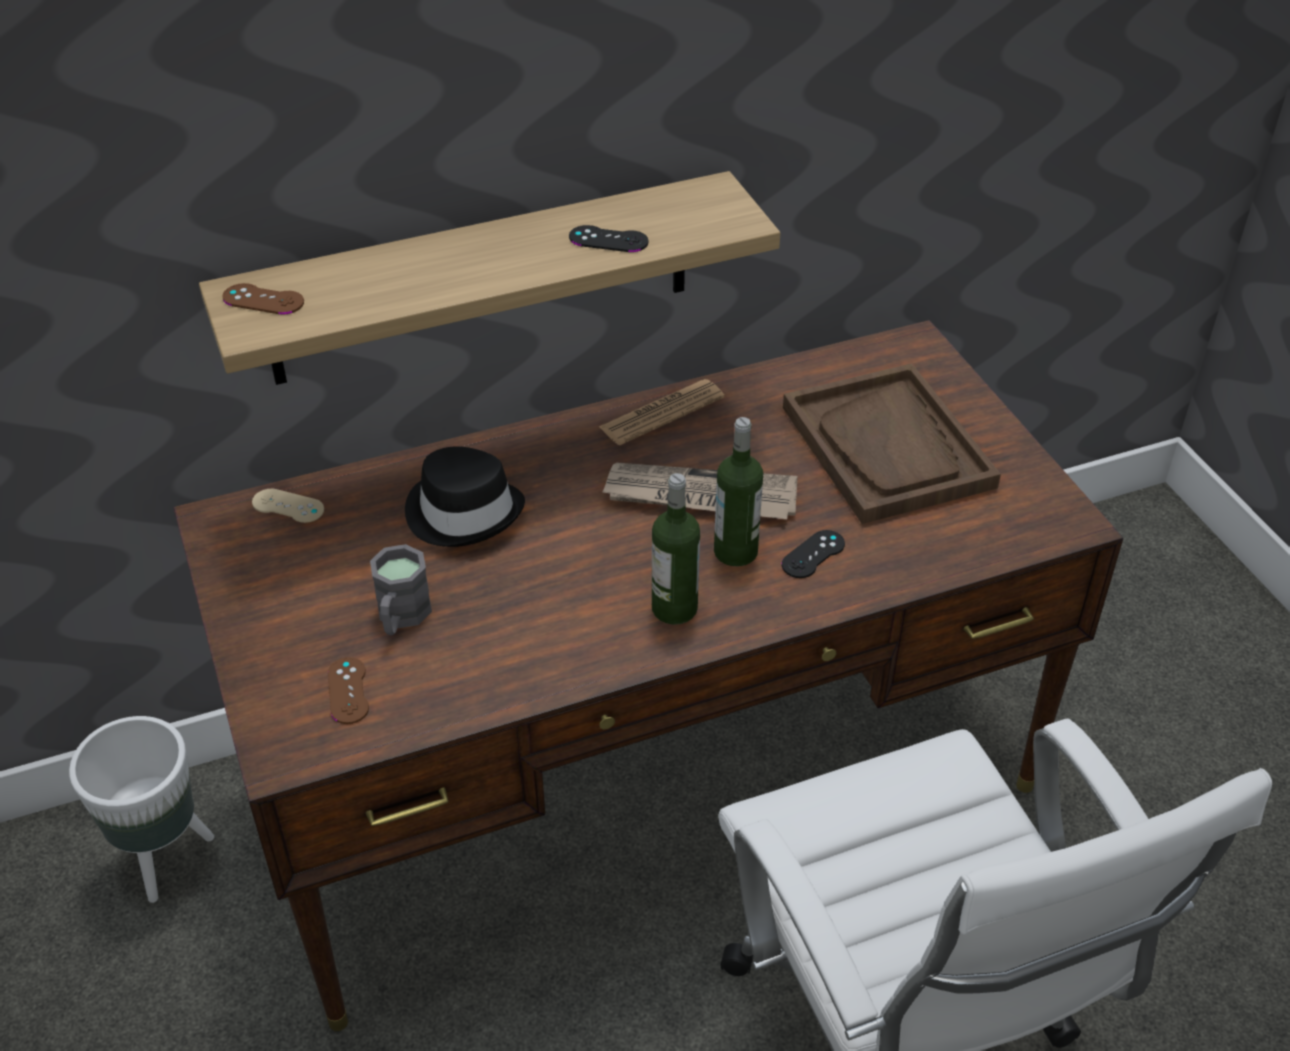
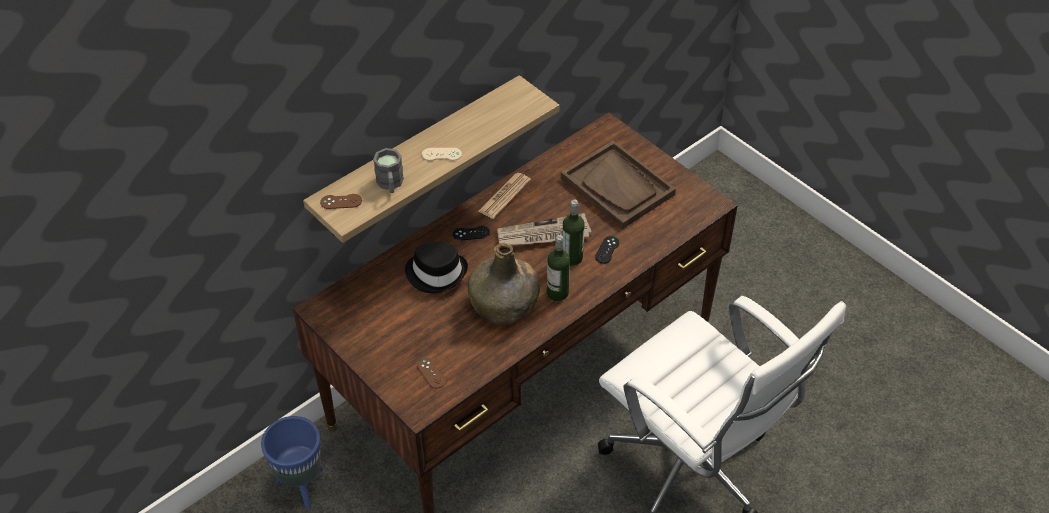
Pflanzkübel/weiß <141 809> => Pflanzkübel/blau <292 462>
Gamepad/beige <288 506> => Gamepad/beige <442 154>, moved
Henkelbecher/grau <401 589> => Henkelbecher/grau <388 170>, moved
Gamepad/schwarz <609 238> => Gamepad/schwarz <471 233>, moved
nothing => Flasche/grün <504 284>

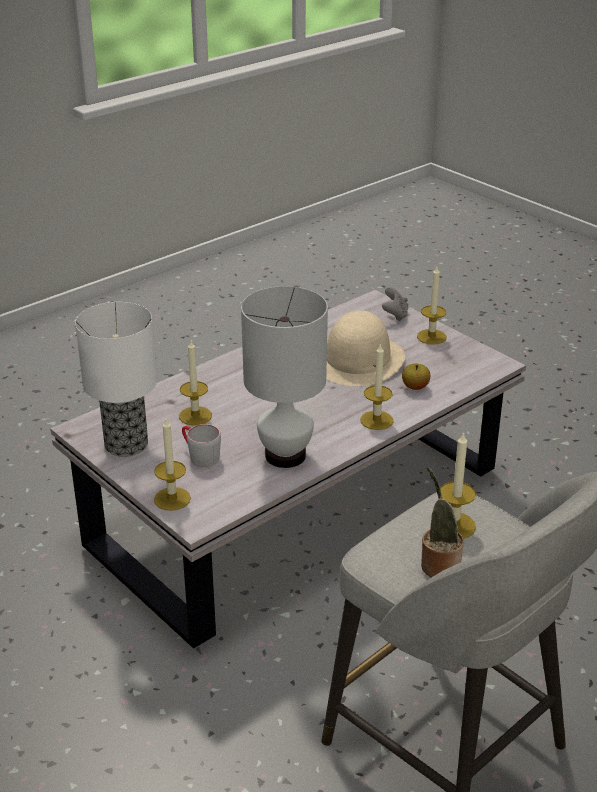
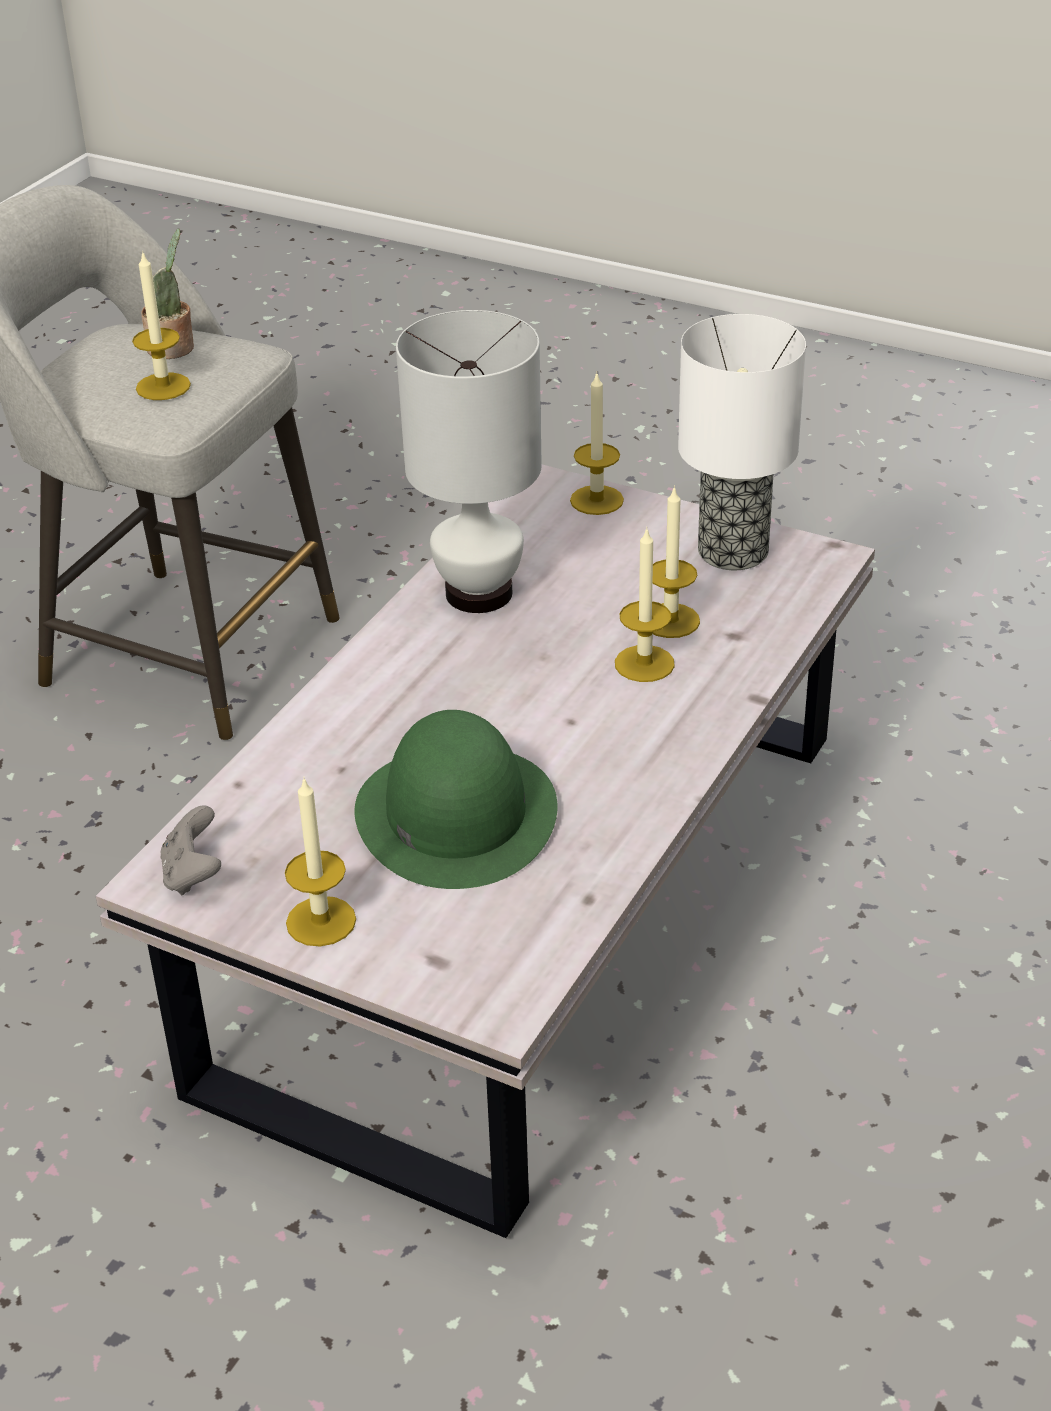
Henkelbecher/grau <201 445> => nothing
Hut/beige <365 348> => Hut/grün <456 799>
Kerze <377 386> => Kerze <645 604>, moved
Gamepad/grau <395 304> => Gamepad/grau <190 850>, moved
Apfel <416 377> => nothing

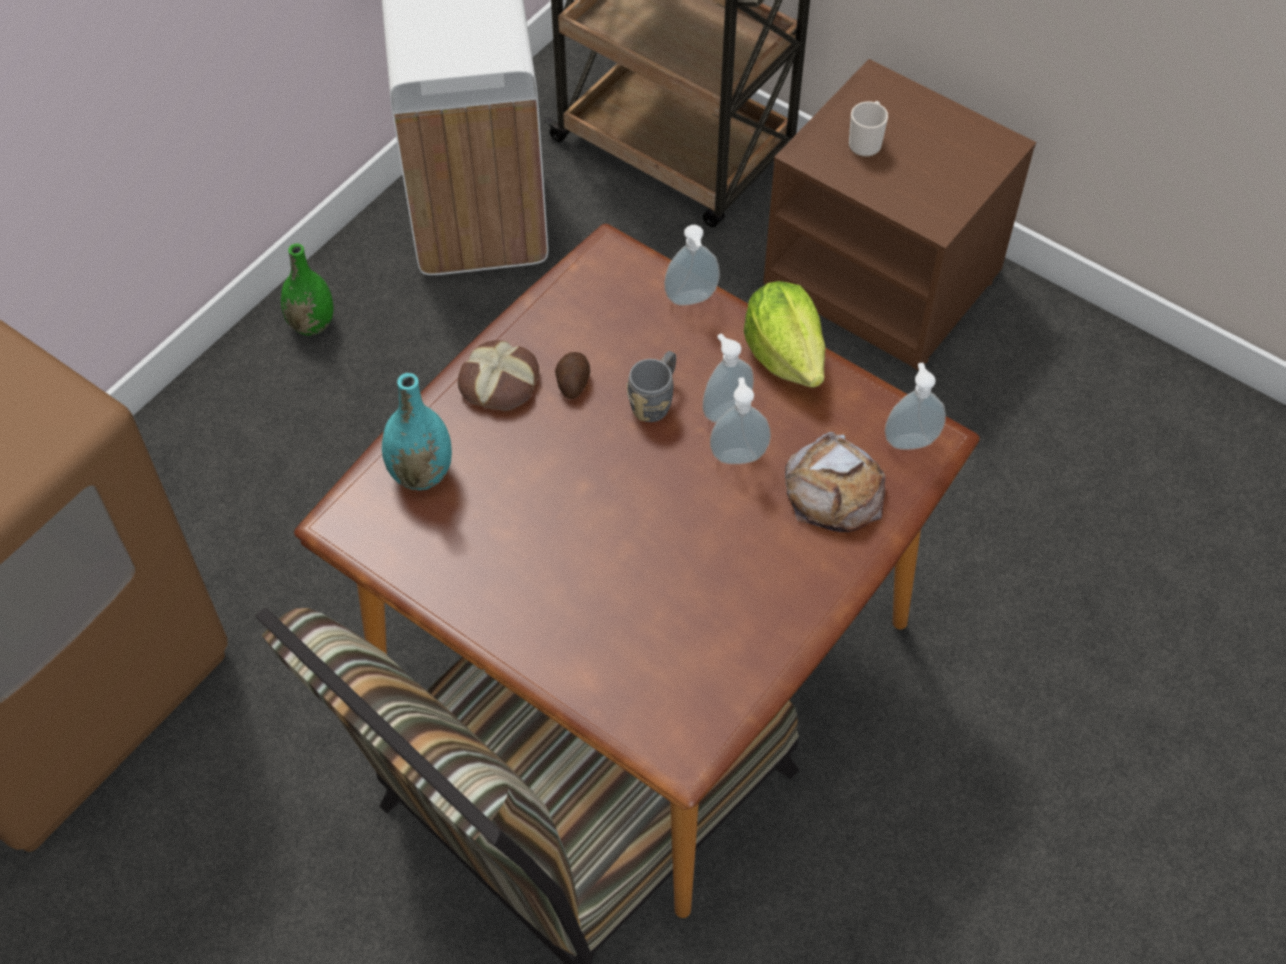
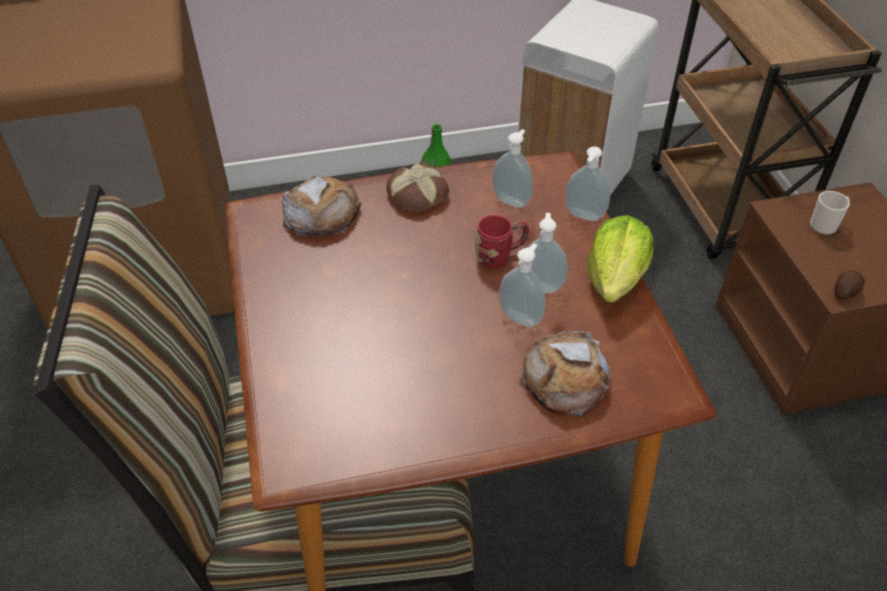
Vase/türkis <417 431> => Brot <321 205>
Kartoffel <572 375> => Kartoffel <849 285>, moved
Henkelbecher/grau <651 386> => Henkelbecher/rot <502 241>
Seifenspender <915 406> => Seifenspender <512 168>, moved

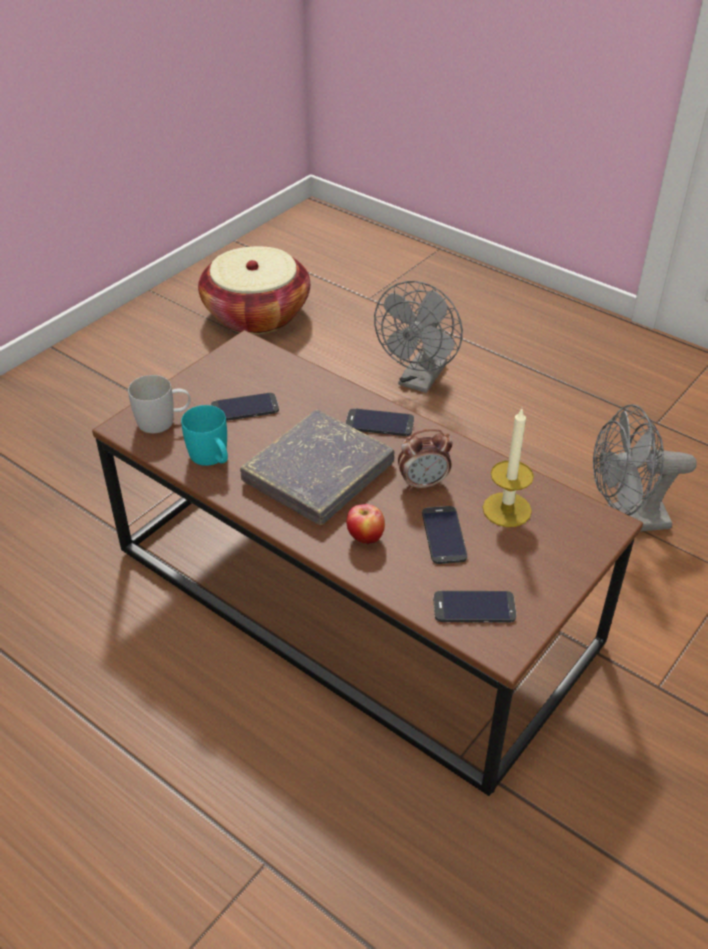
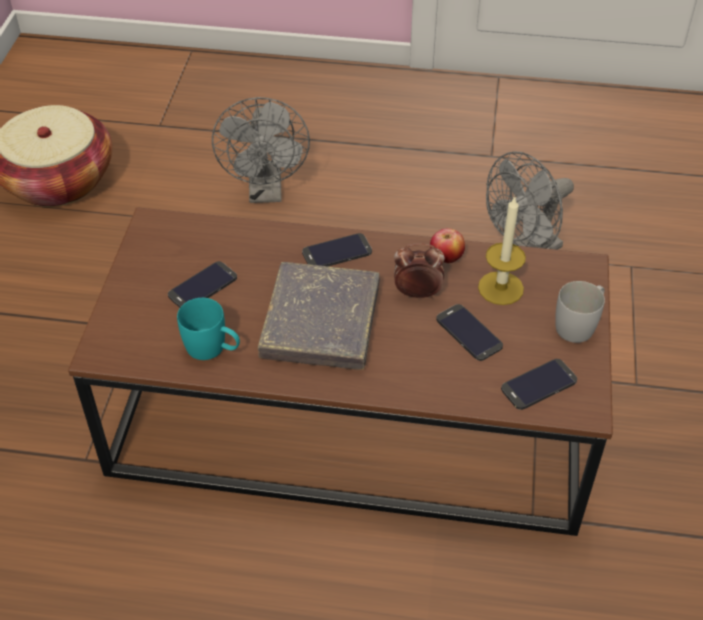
Henkelbecher/weiß <159 404> => Henkelbecher/weiß <580 312>, moved
Apfel <366 524> => Apfel <447 245>, moved
Wecker <425 460> => Wecker <419 271>, 135 degrees counterclockwise

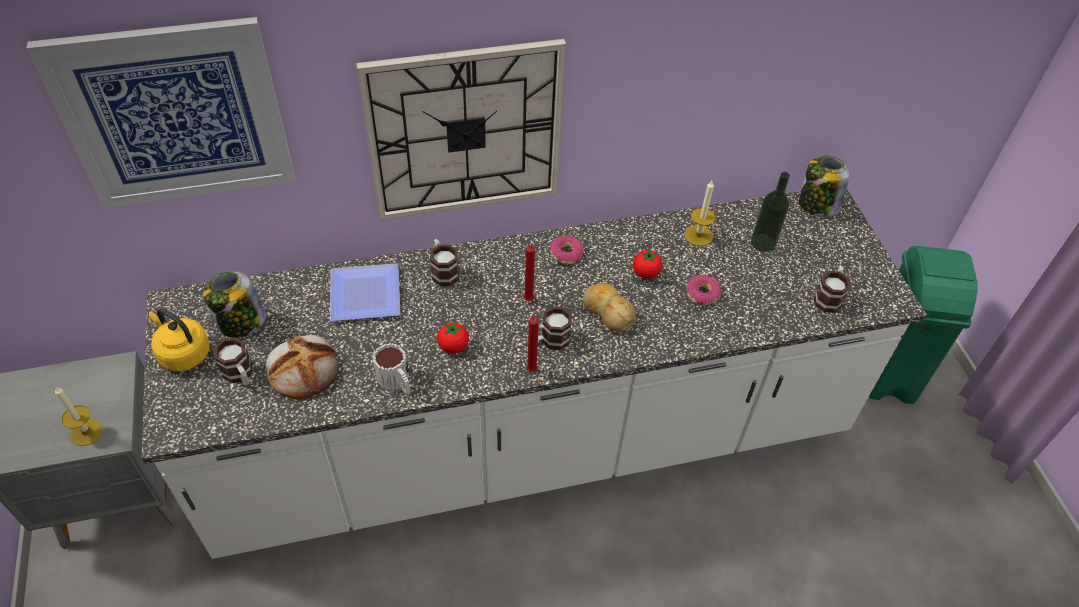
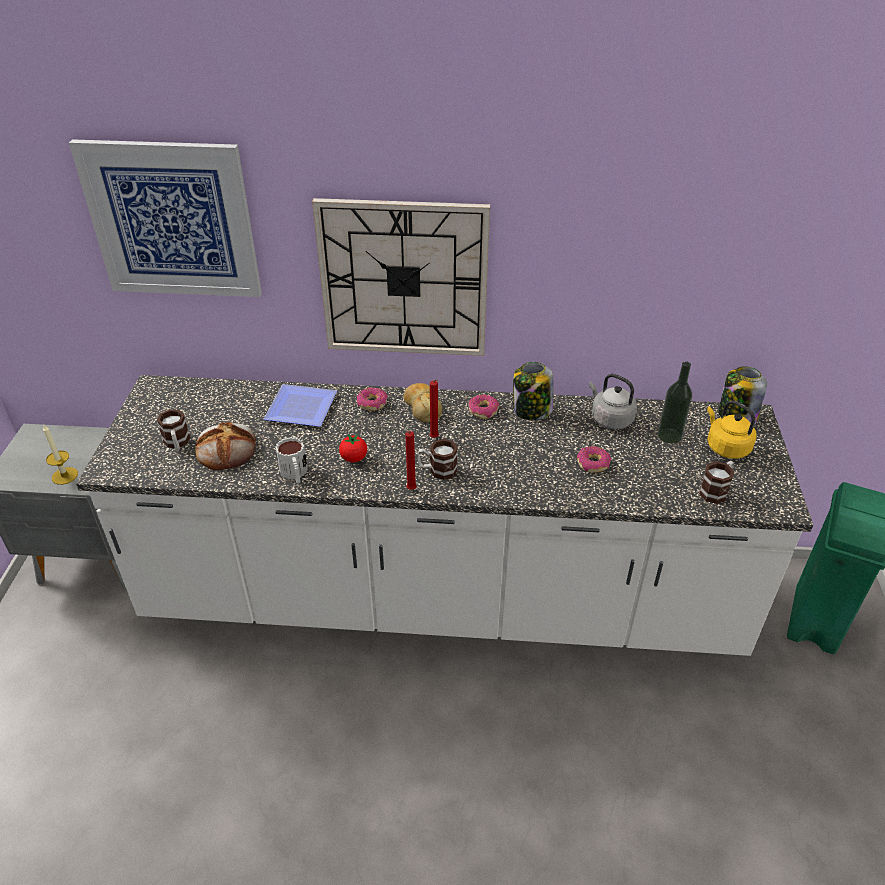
Wasserkessel/gelb <179 339> => Wasserkessel/gelb <732 429>, moved
Vorratsglas <234 305> => Vorratsglas <533 391>, moved
Henkelbecher <444 262> => Donut <372 399>
Brot <609 307> => Brot <423 403>, moved
Tomate <648 263> => nothing
Kerze <700 213> => Wasserkessel/grau <613 401>

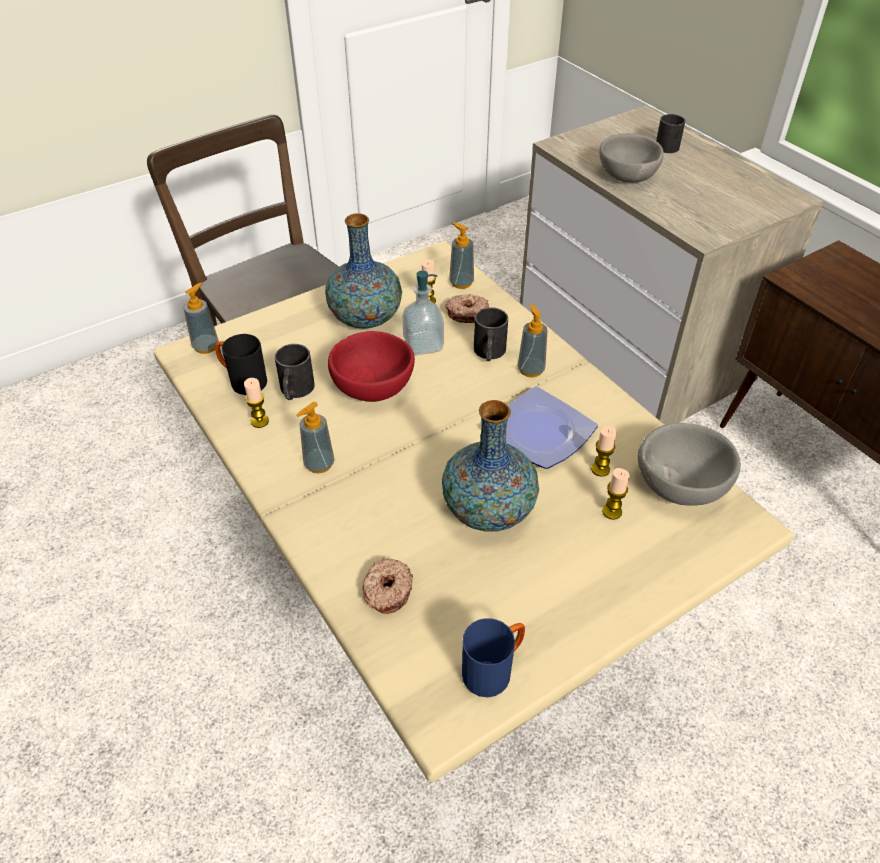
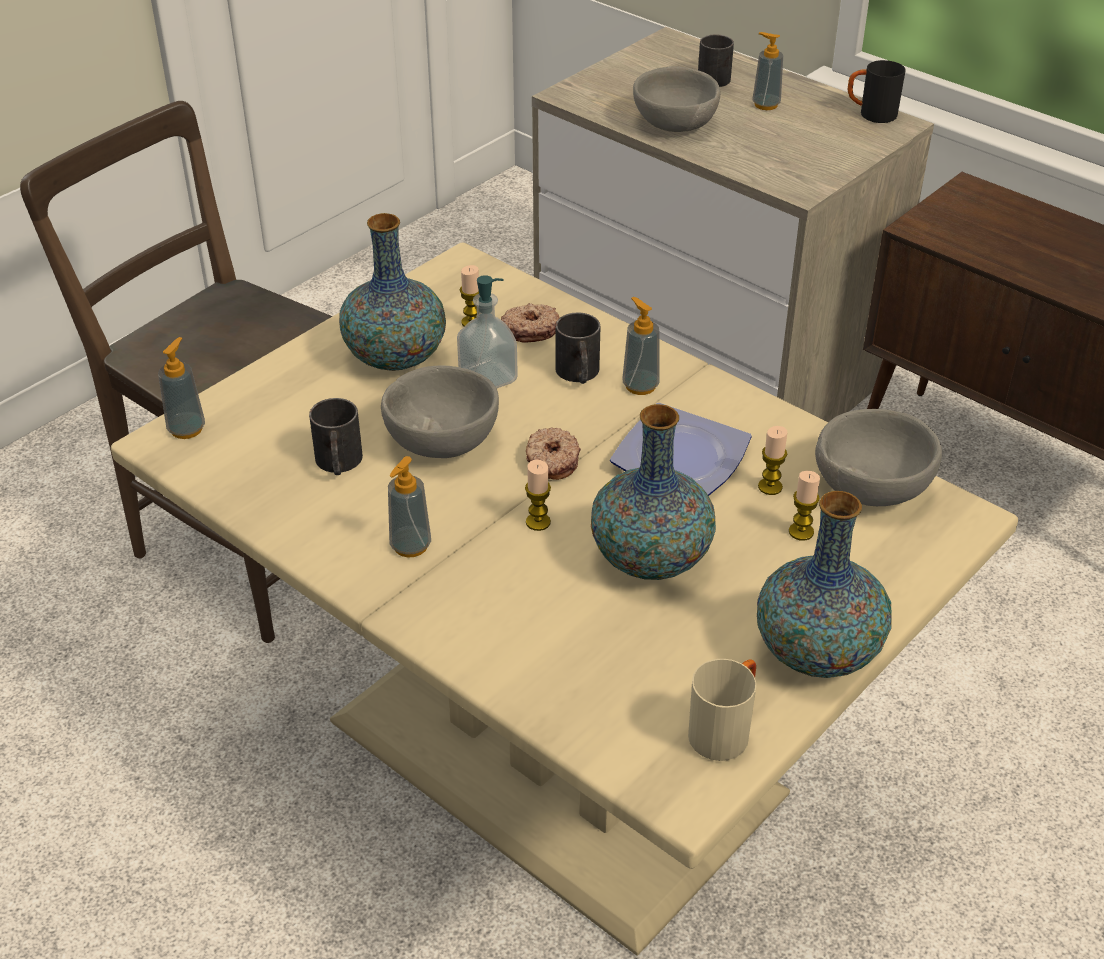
Henkelbecher/schwarz <241 364> => Henkelbecher/schwarz <877 91>, moved
Kerze <256 403> => Kerze <538 495>, moved
Schüssel/rot <371 366> => Schüssel/grau <440 411>
Donut <387 586> => Donut <553 453>, moved
Seifenspender <461 255> => Seifenspender <767 71>, moved
Henkelbecher/blau <493 657> => Henkelbecher/beige <722 710>
nothing => Vase <824 584>

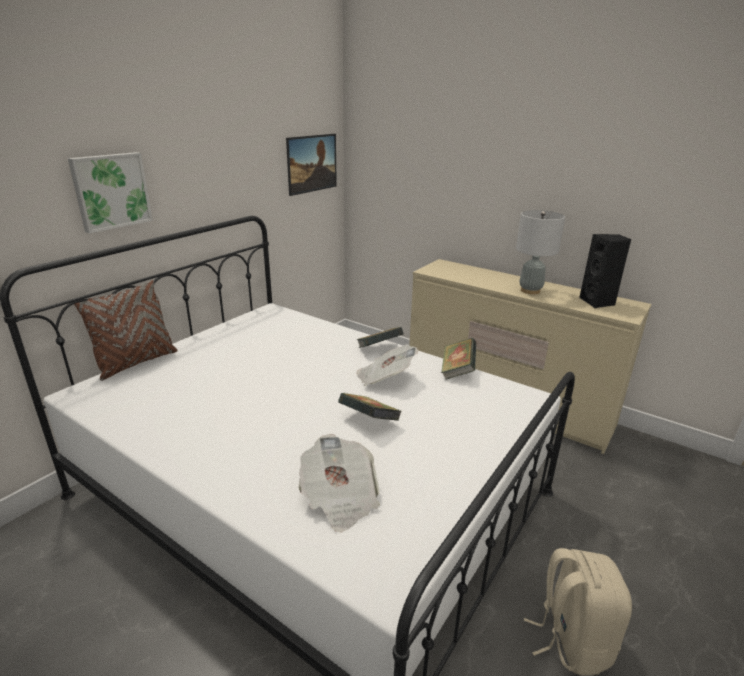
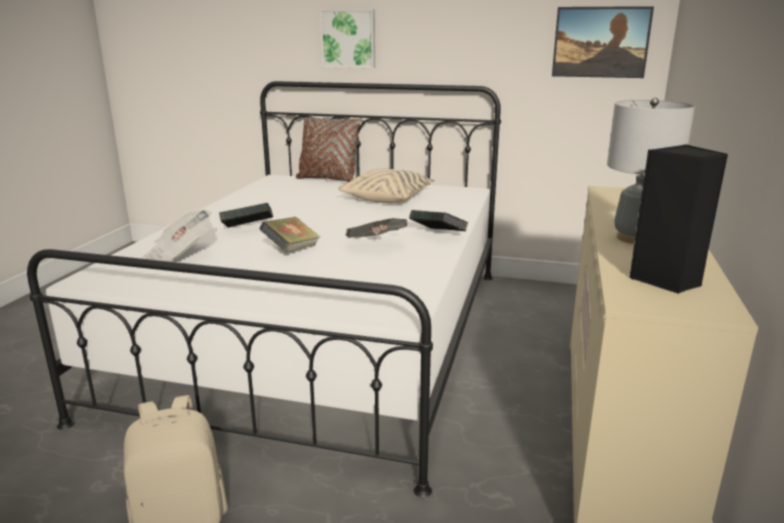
Buch <458 359> => Buch <246 215>, moved
nothing => Kissen/beige <386 185>

